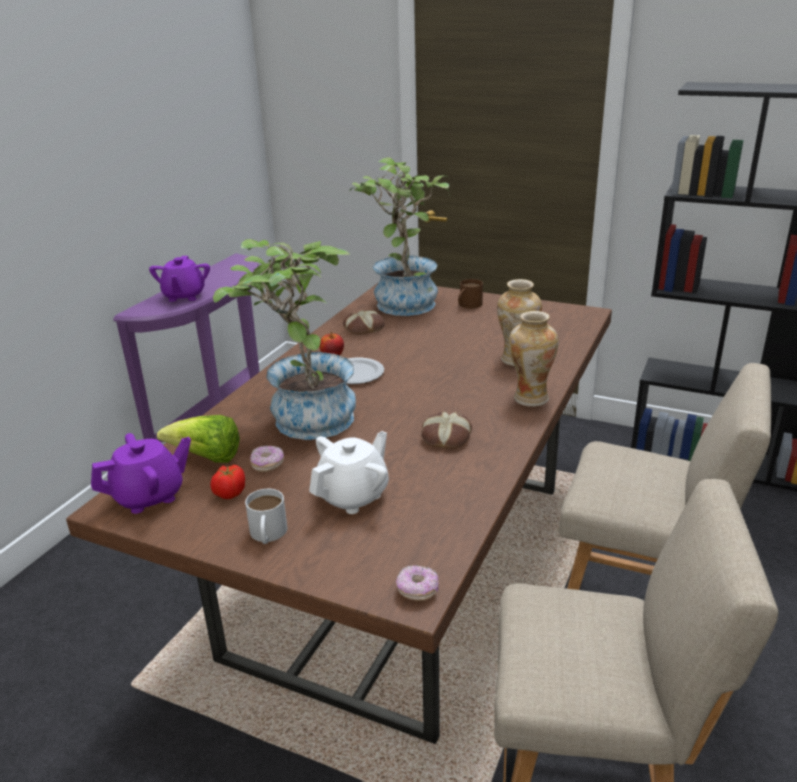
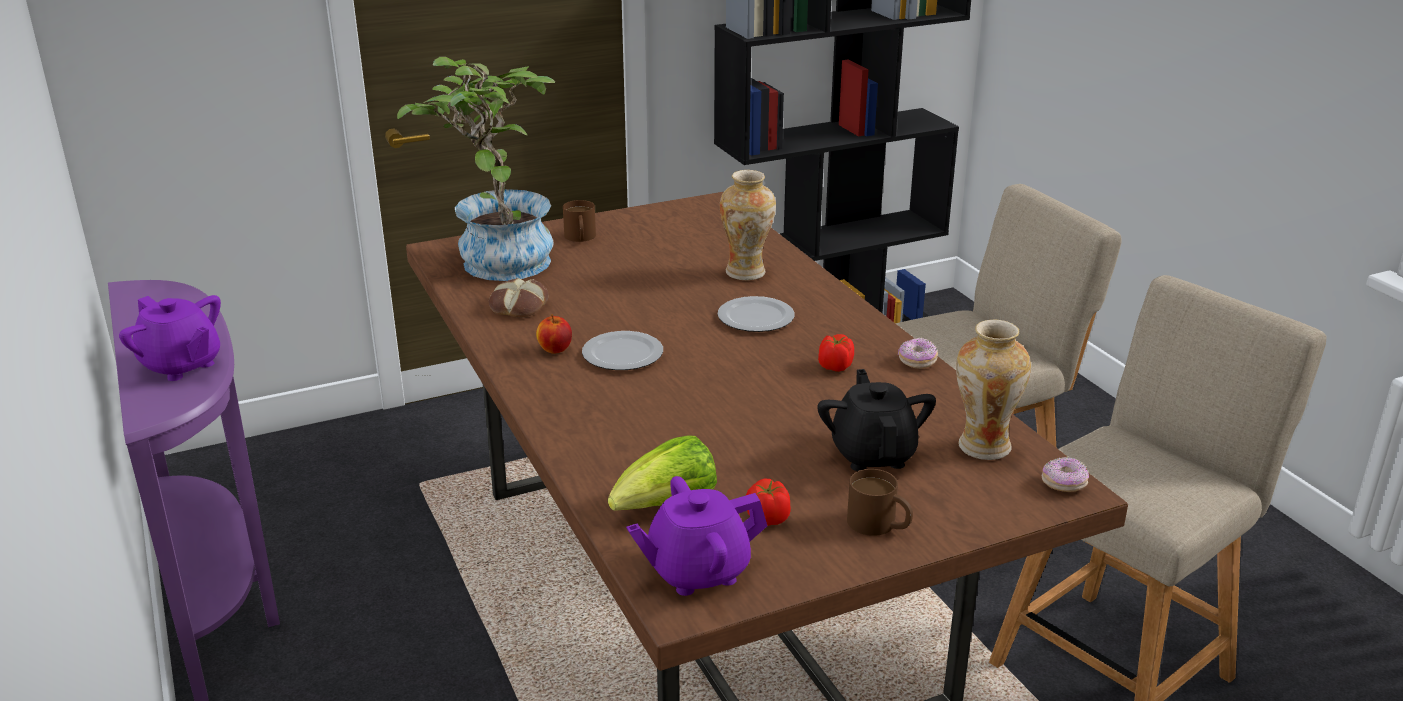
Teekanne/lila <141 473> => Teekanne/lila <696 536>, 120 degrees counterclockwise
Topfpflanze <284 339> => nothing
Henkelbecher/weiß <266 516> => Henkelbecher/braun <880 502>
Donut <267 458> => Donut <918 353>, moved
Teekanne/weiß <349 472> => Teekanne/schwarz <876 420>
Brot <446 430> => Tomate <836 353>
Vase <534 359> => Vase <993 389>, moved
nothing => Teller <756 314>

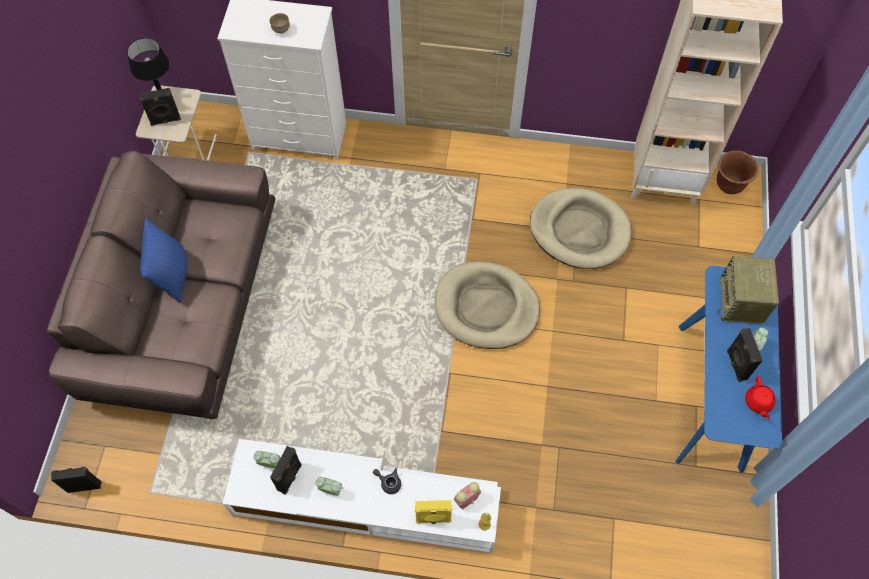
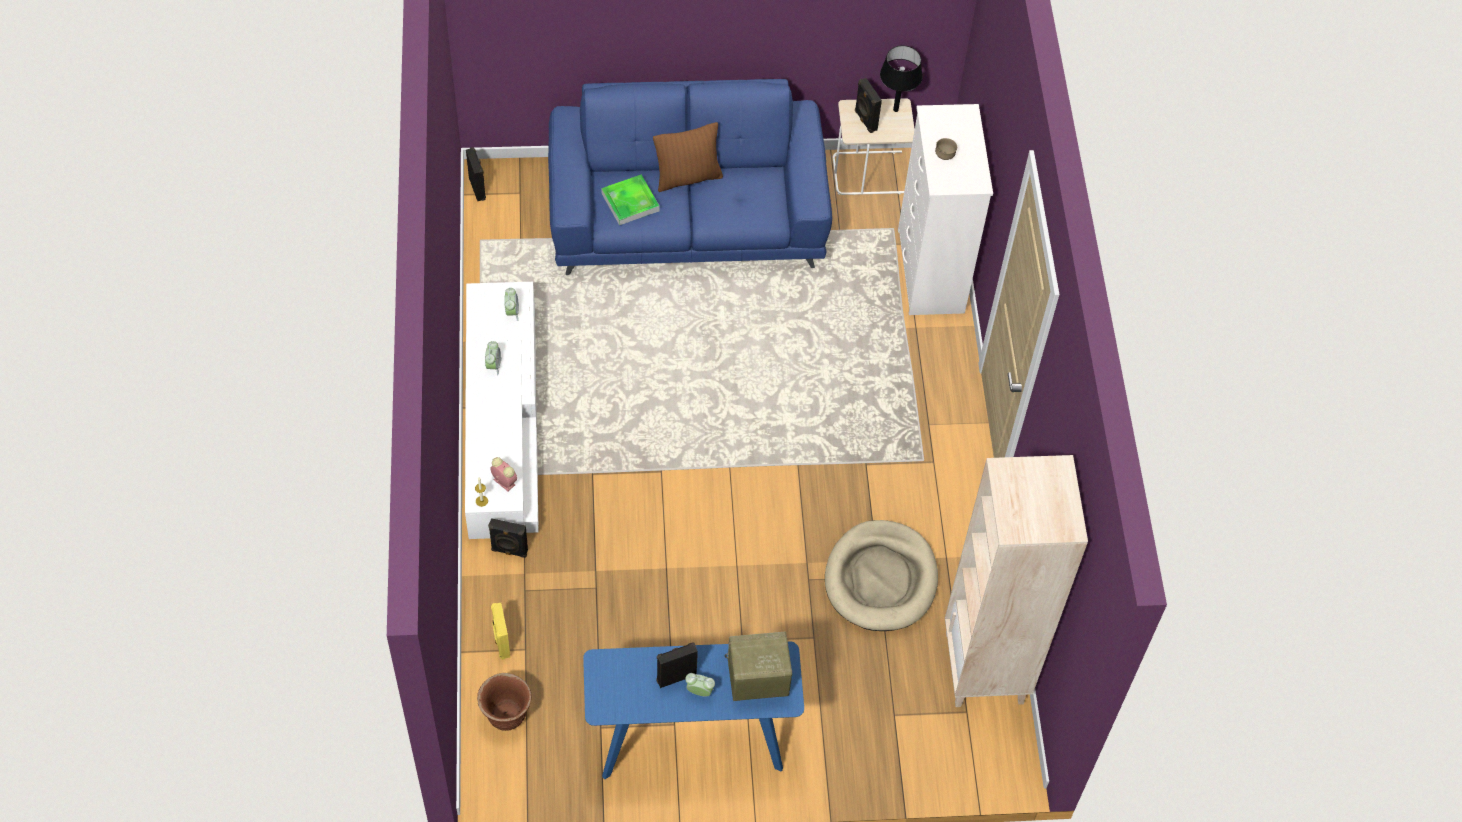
Sofa/braun <161 285> => Sofa/blau <690 177>
Kissen/blau <164 260> => Kissen/braun <688 157>
Lautsprecher/schwarz <286 470> => Lautsprecher/schwarz <508 538>, moved
Teekanne/grau <387 481> => nothing
Lautsprecher/gelb <433 512> => Lautsprecher/gelb <500 631>, moved
Hundebett/beige <487 305> => nothing
Pflanzkübel/braun <738 172> => Pflanzkübel/braun <504 702>, moved
Teekanne/rot <760 398> => nothing
nothing => Tablett <630 200>

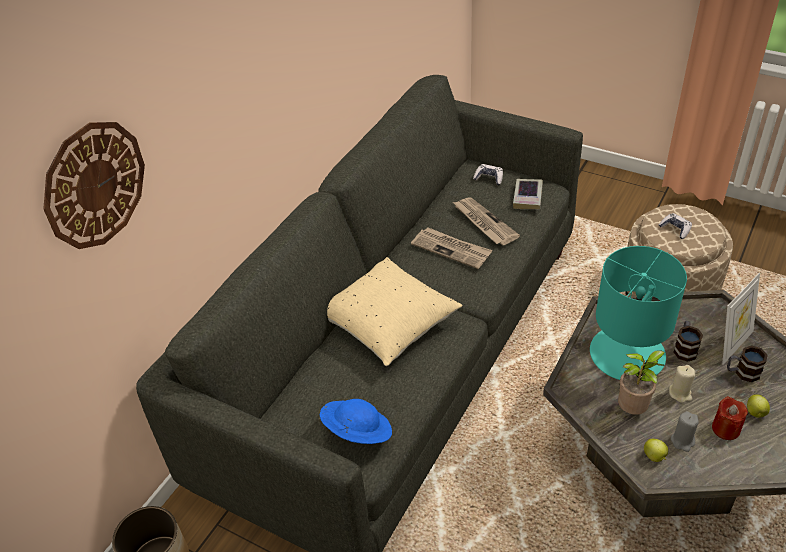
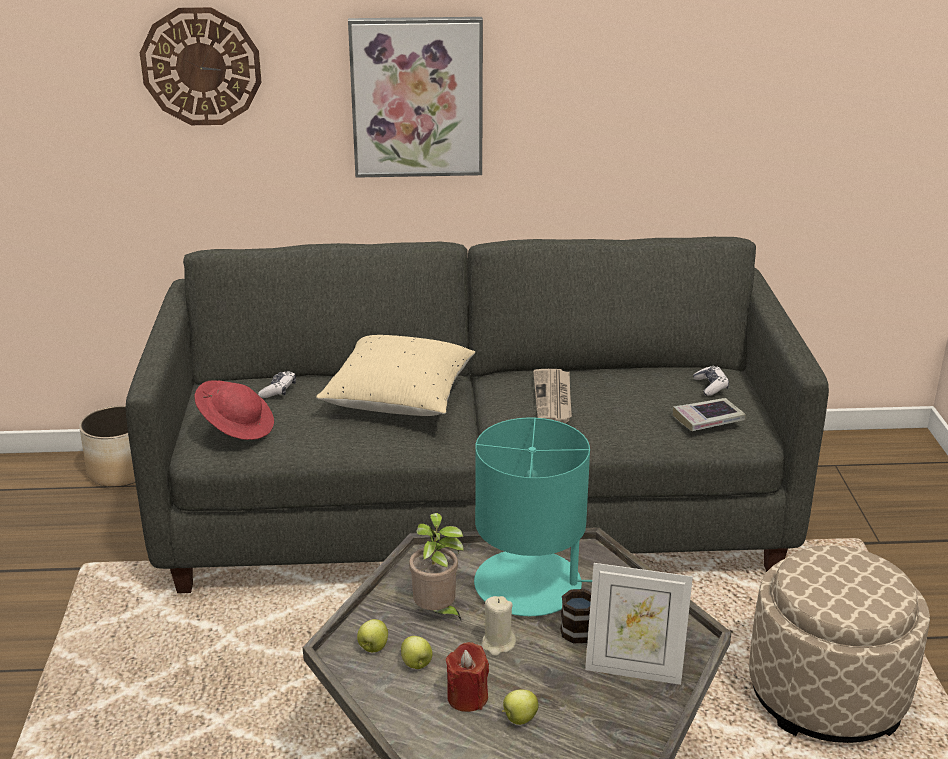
Hut/blau <356 421> => Hut/rot <234 410>
Zeitung <486 221> => nothing
Gamepad <675 226> => Gamepad <277 384>, moved
Kerze/grau <685 431> => Apfel <416 652>
Henkelbecher <747 363> => nothing
nothing => Bild <415 97>

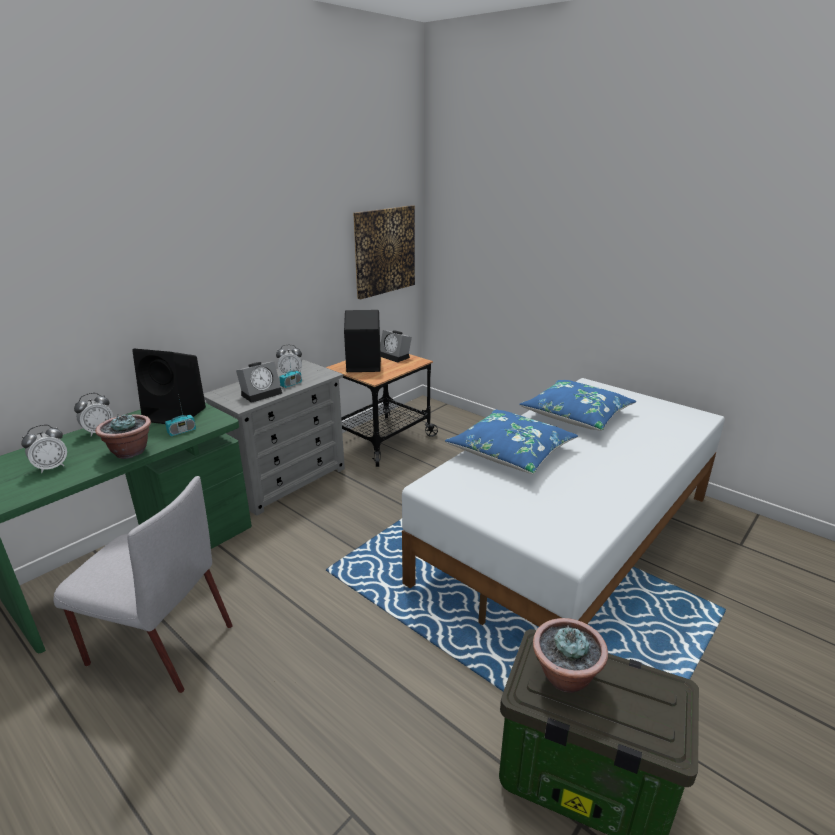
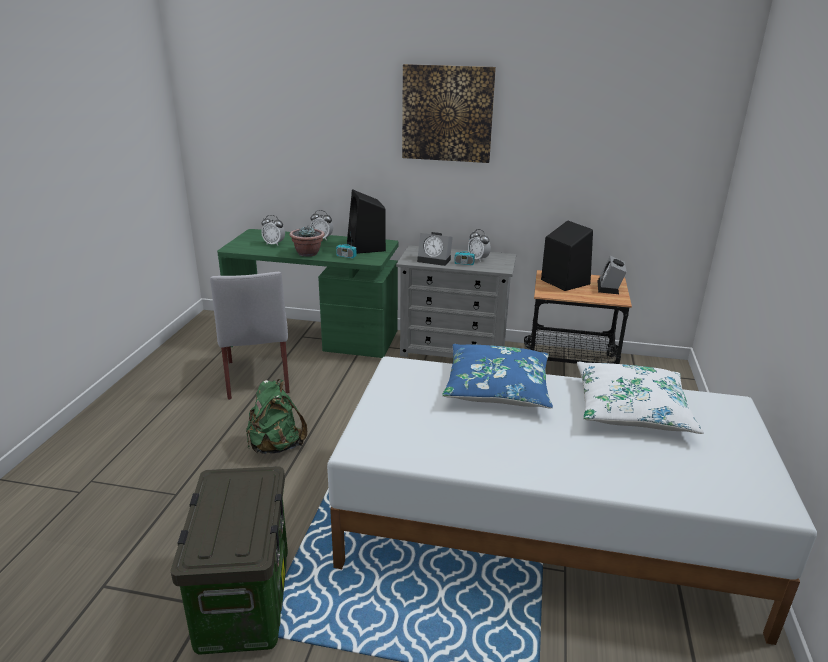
Bild <384 252> => Bild <449 113>, moved
Kissen/blau <577 405> => Kissen/weiß <640 398>
Topfpflanze <570 655> => nothing
nothing => Rucksack/grün <276 416>

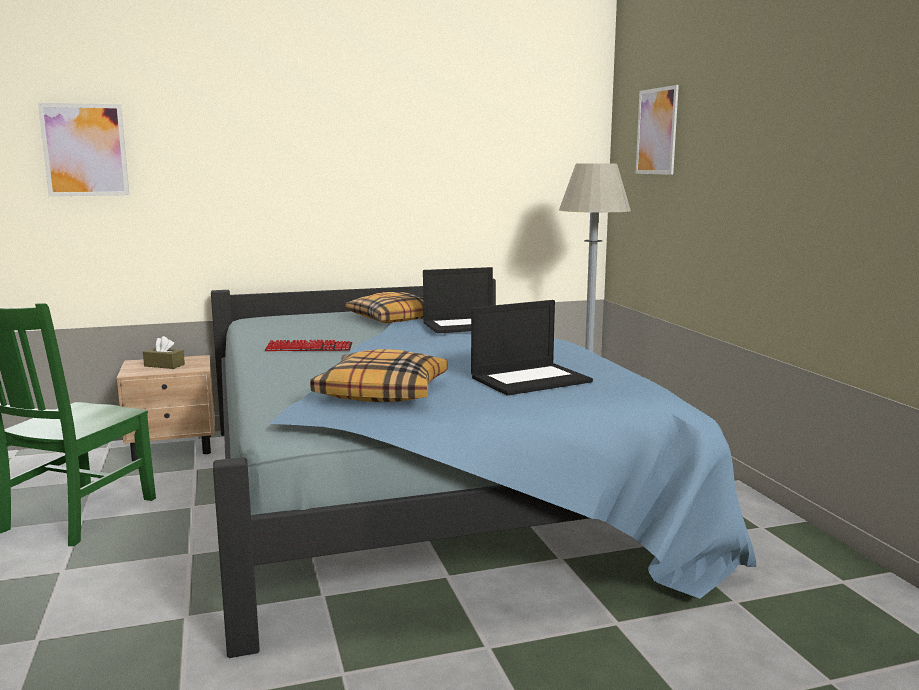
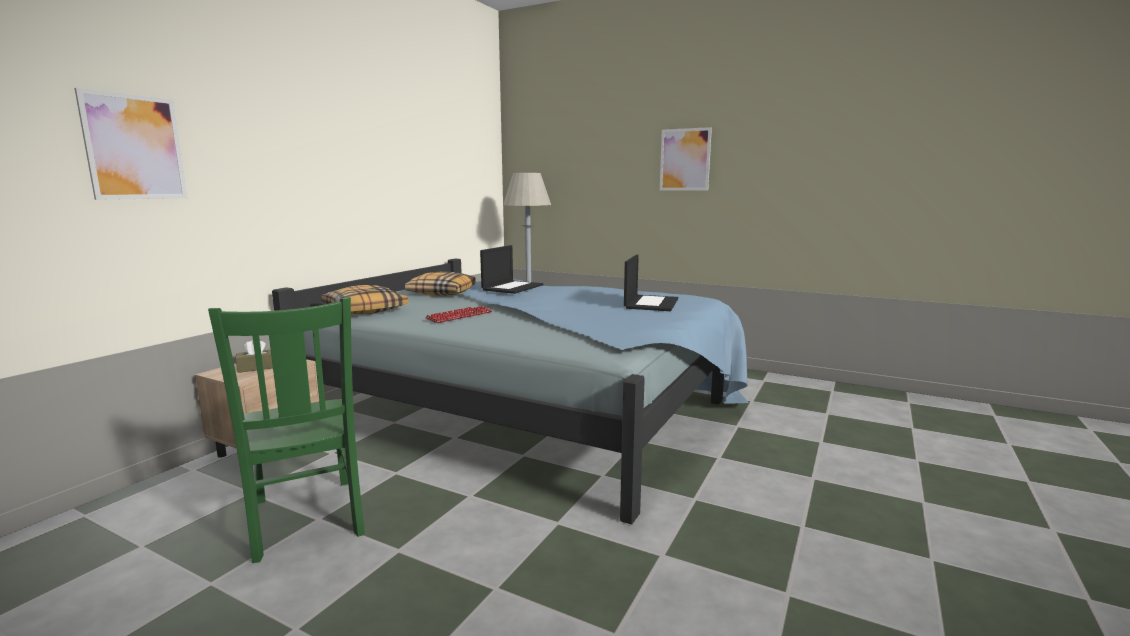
Kissen <379 375> => Kissen <364 299>, moved
Bild <657 130> => Bild <686 159>, moved

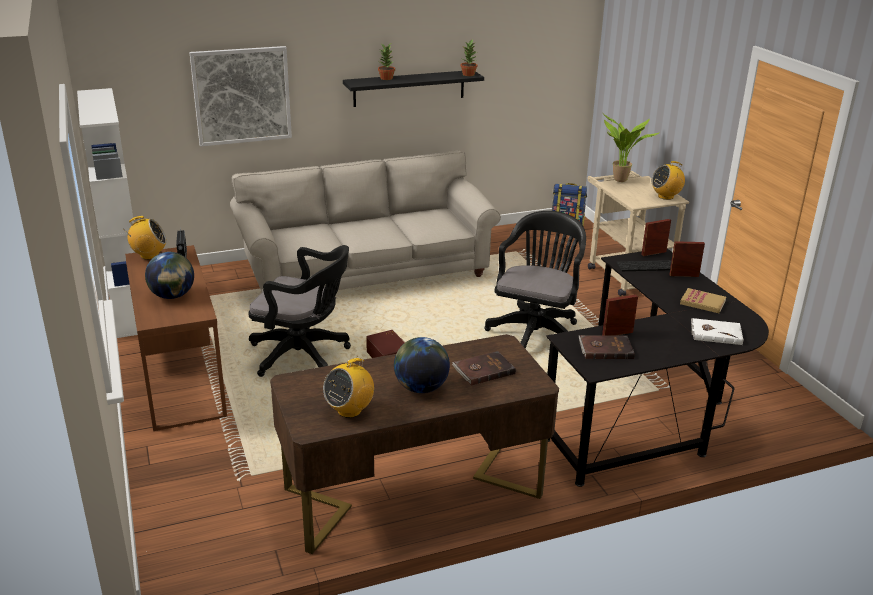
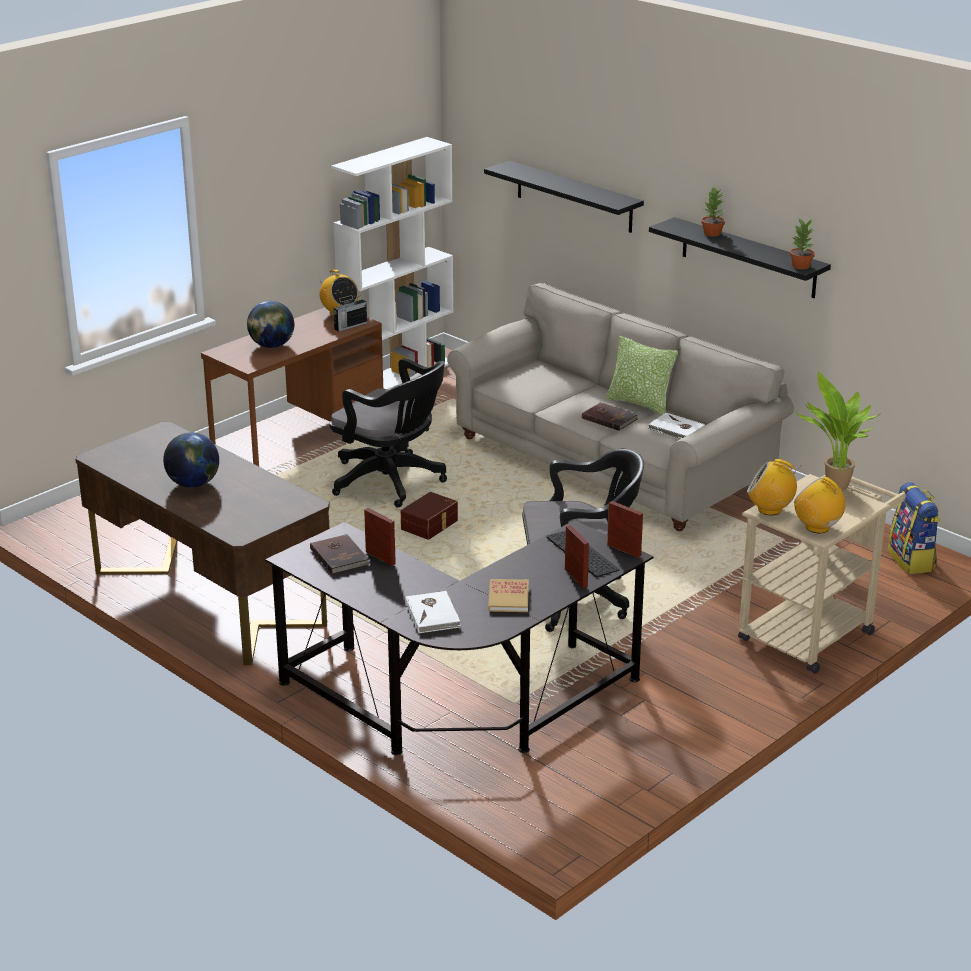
Bild <240 96> => Wandregal/schwarz <564 197>
Bürostuhl/schwarz <299 311> => Bürostuhl/schwarz <388 433>, 45 degrees counterclockwise
Radio <348 388> => Radio <774 487>, moved
Buch/braun <484 368> => Buch/braun <610 416>, moved
nothing => Kissen <642 375>
nothing => Buch/weiß <676 426>

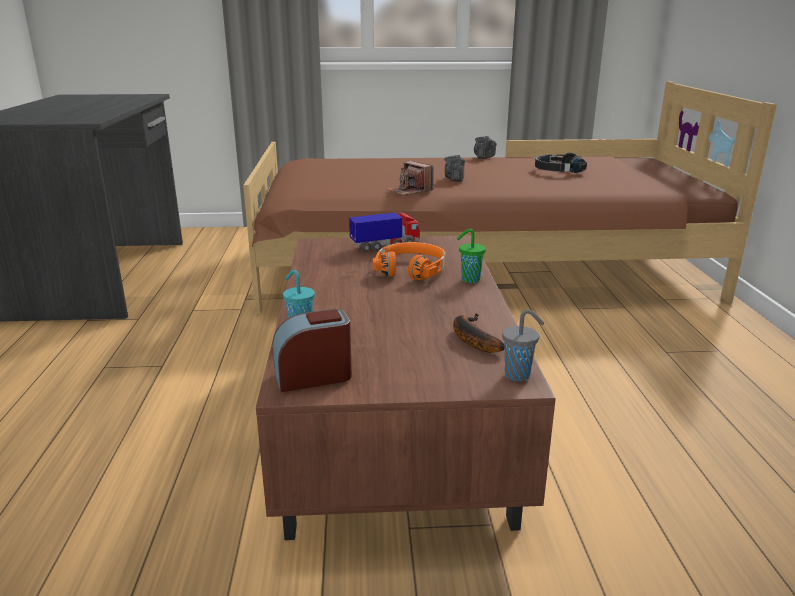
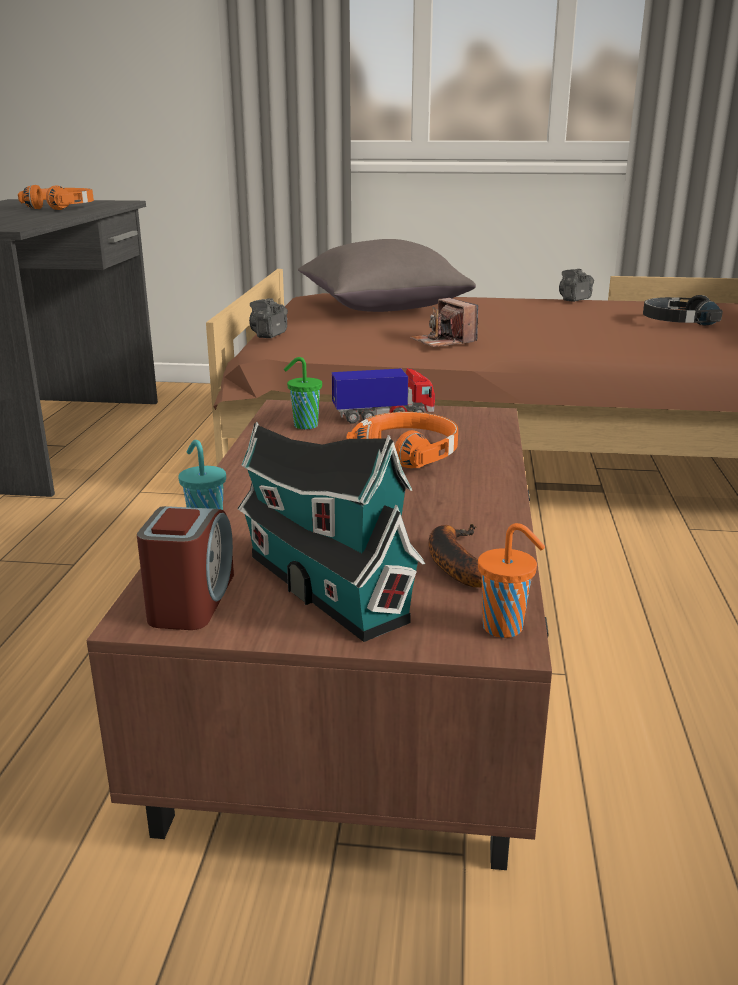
Wecker <312 350> => Wecker <185 568>, 105 degrees clockwise
Kamera <455 168> => Kamera <268 318>, moved
Tasse/grün <471 256> => Tasse/grün <303 393>, moved
Tasse/grau <523 345> => Tasse/orange <511 580>
nothing => Kopfhörer/orange <56 197>
nothing => Spielzeughaus <331 532>
nothing => Kissen/grau <387 275>

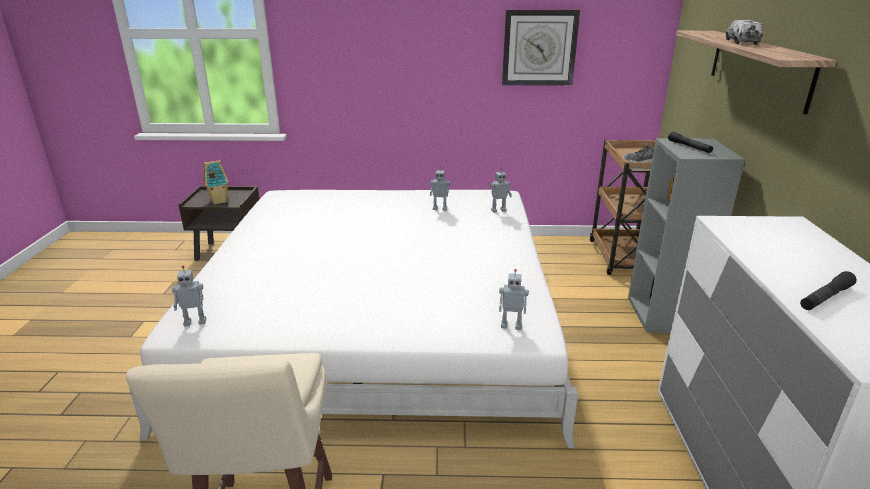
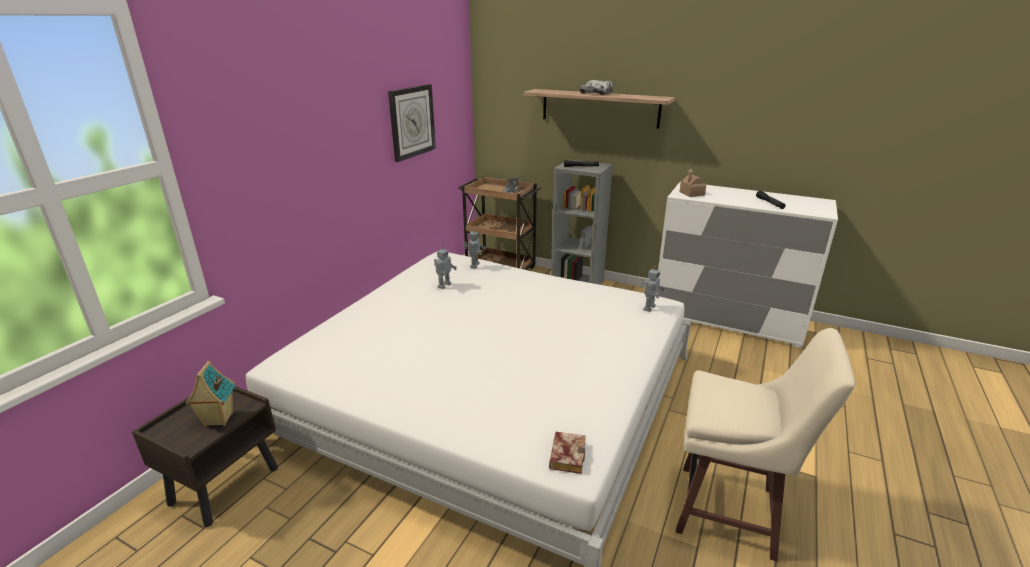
Spielzeugroboter <189 296> => Buch <567 453>
nothing => Spielzeughaus <692 183>

